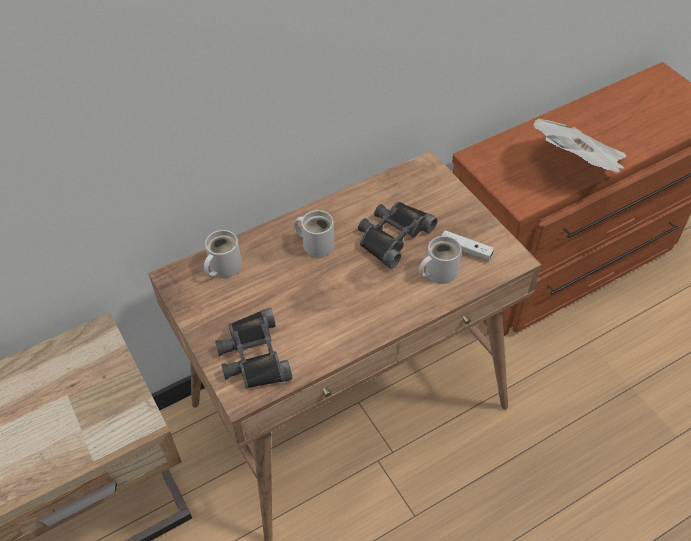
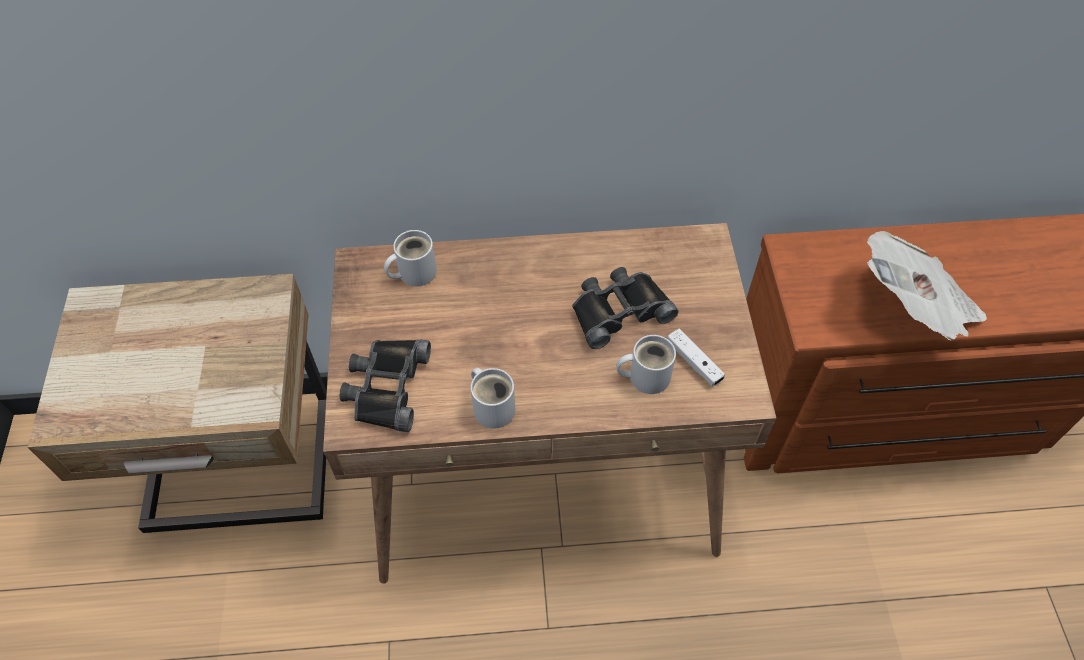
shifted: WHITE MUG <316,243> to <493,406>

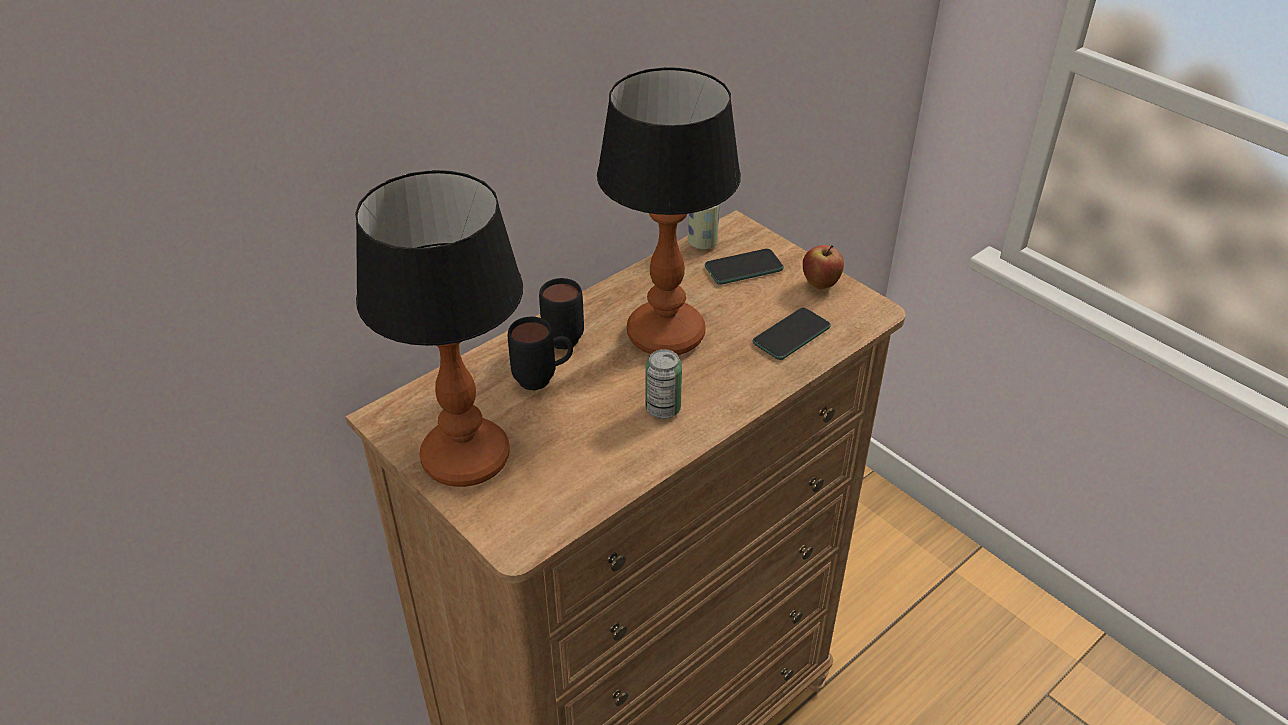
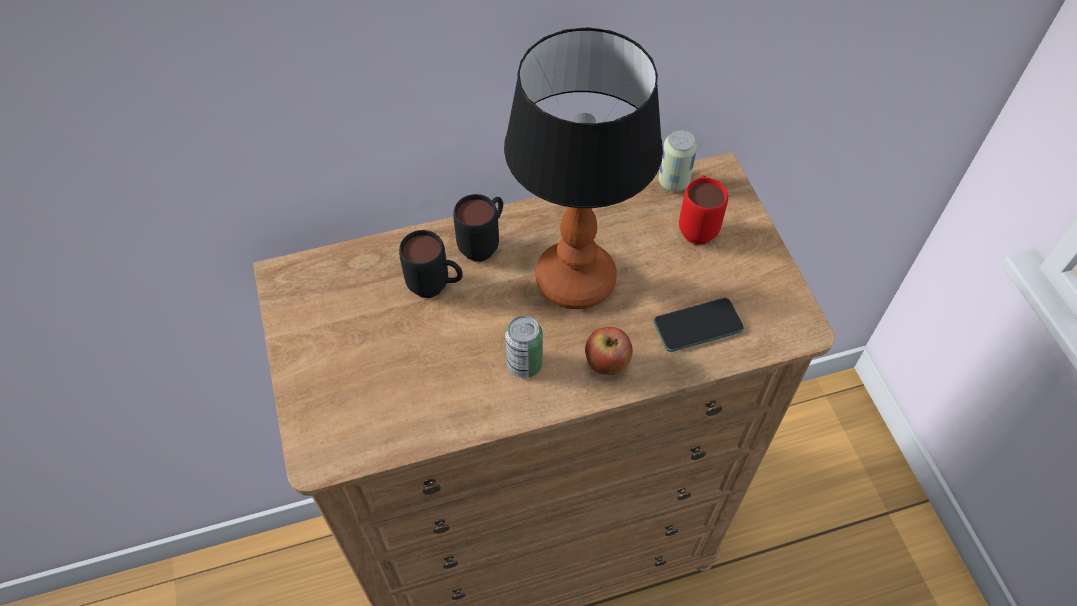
gone: TABLE LAMP <468,459>
shifted: APPLE <820,285> to <607,364>
swapped: PHONE <743,268> to RED MUG <697,226>

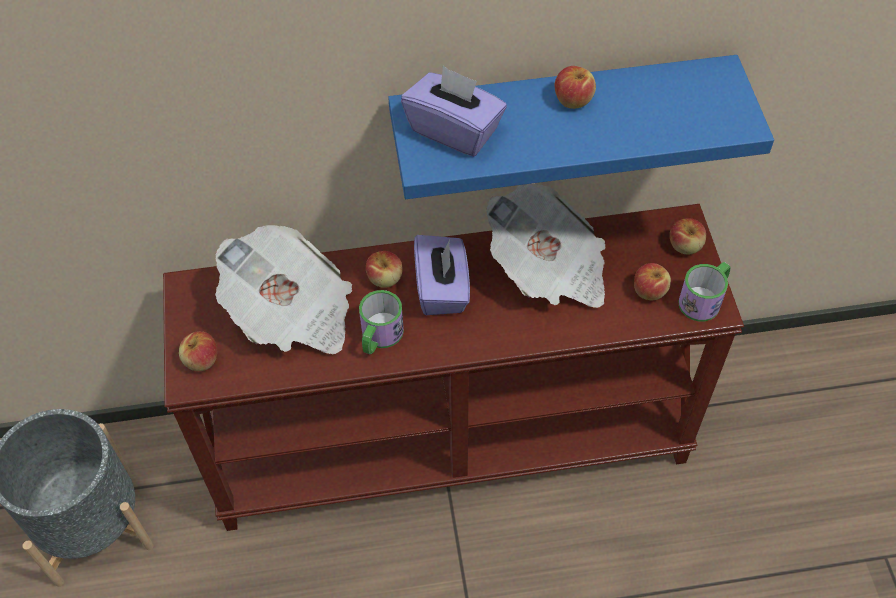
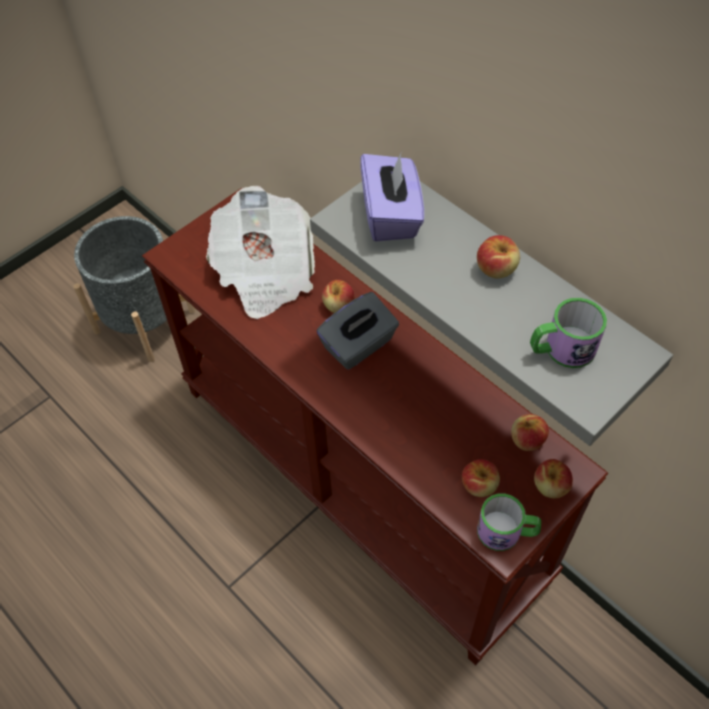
gone: NEWSPAPER <548,270>
shifted: MUG <379,337> to <561,349>; APPLE <201,360> to <527,440>
repainted: BLUE SHELF <561,112> to GREY SHELF <513,283>; PURPLE TISSUE BOX <442,289> to GREY TISSUE BOX <359,345>

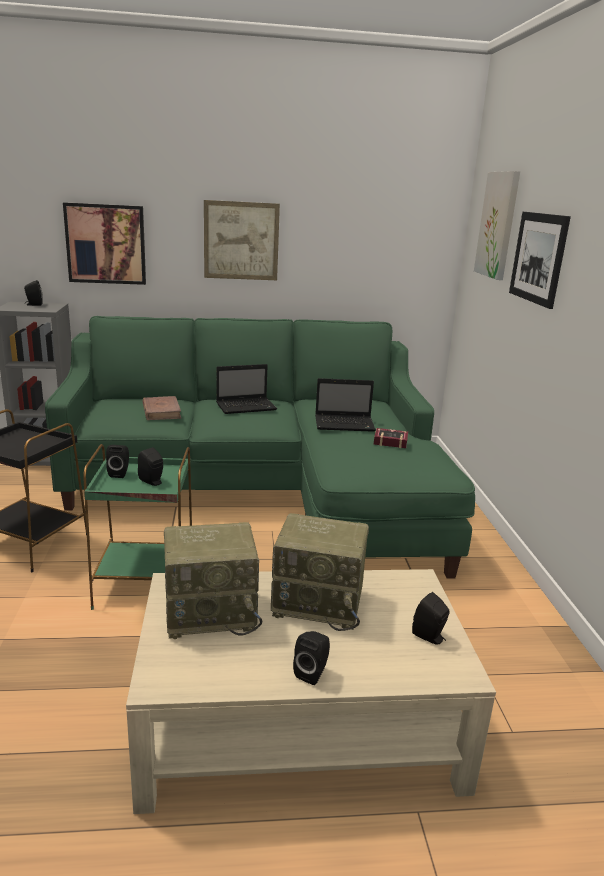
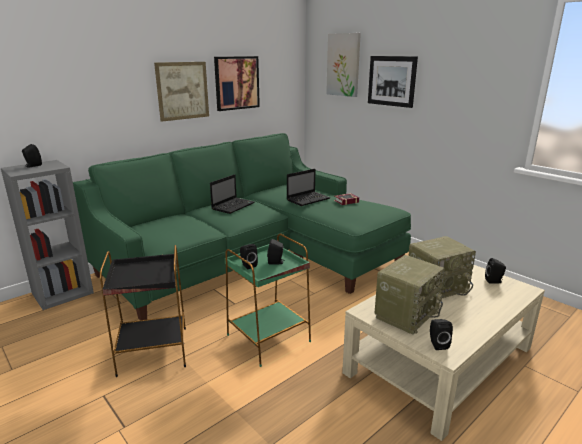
gone: BROWN BOOK <161,411>
shifted: PICTURE <106,244> to <236,83>; BLACK SPEAKER <312,672> to <437,344>

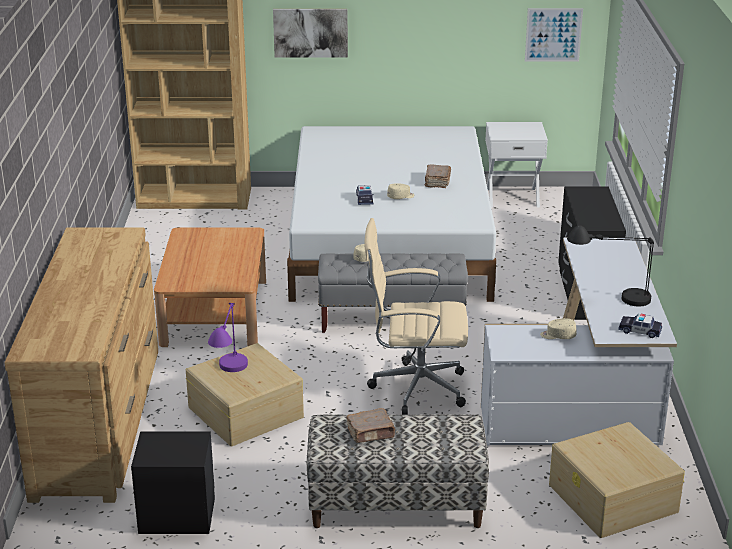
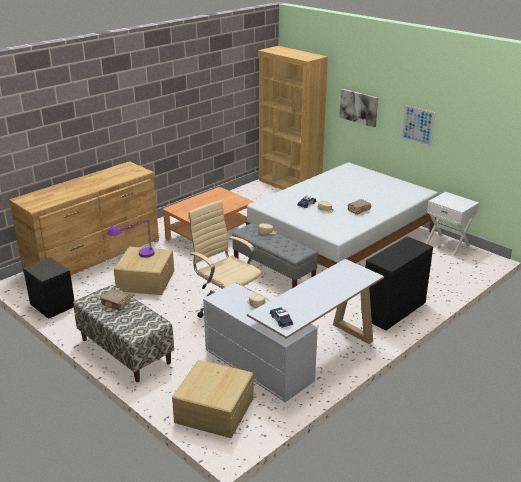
gone: BLACK TABLE LAMP <609,298>
shifted: PICTURE <553,34> to <418,125>

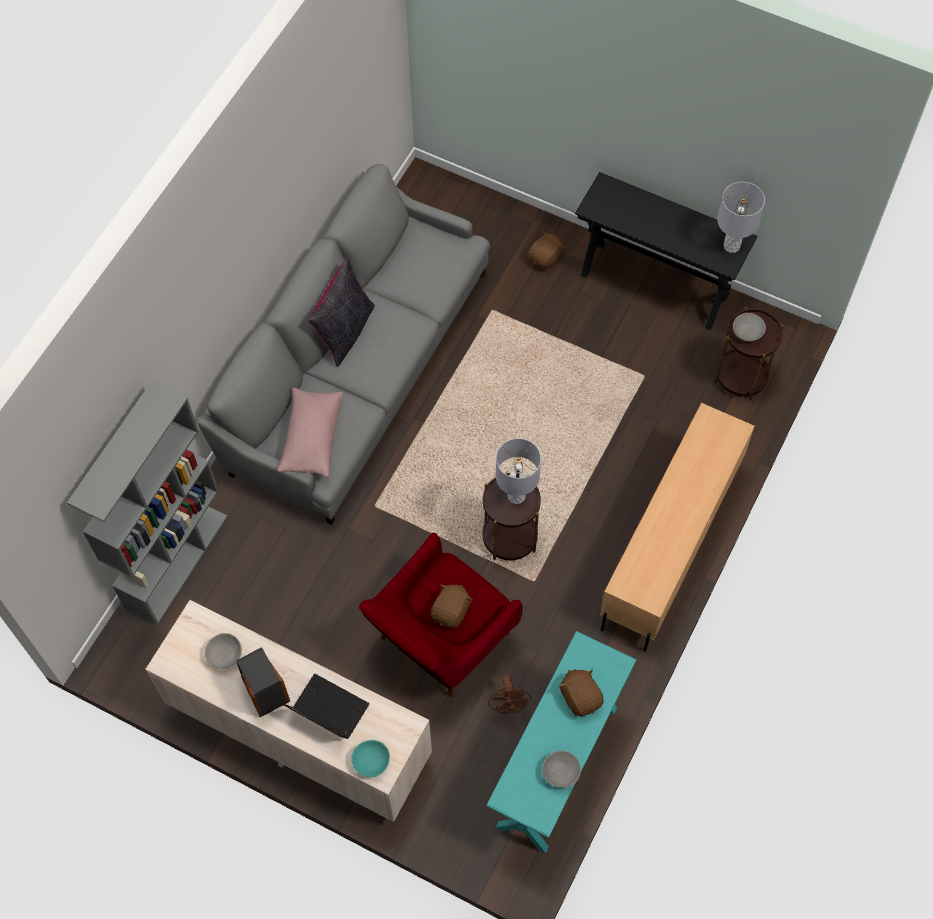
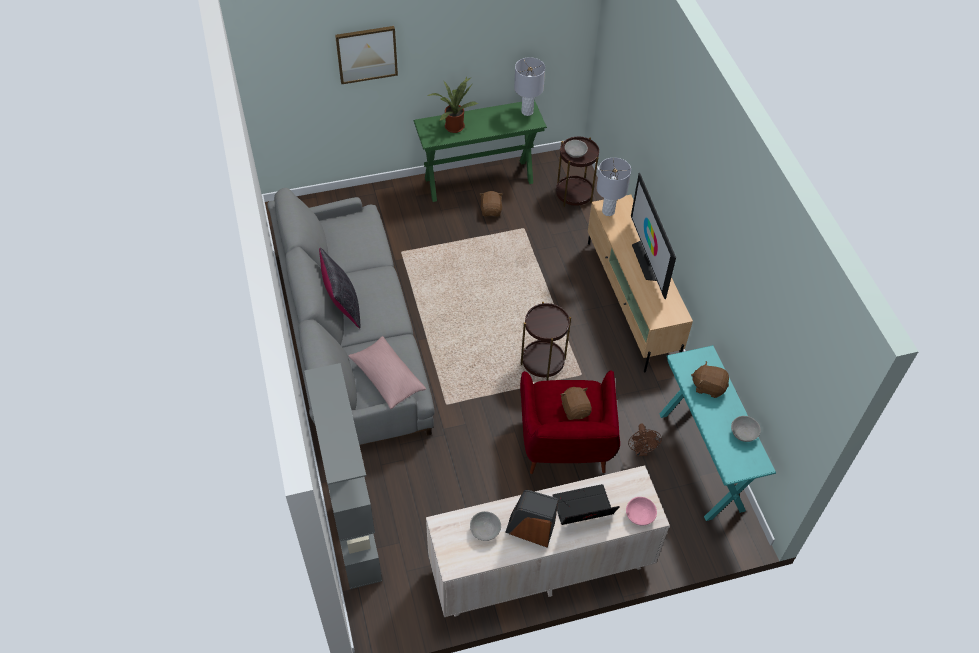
new: PICTURE <366,54>; POTTED PLANT <454,125>; TELEVISION <648,260>
shifted: BROWN PLUSH TOY <546,258> to <491,210>; GREY TABLE LAMP <516,496> to <608,211>
repainted: BLACK CONSOLE TABLE <654,285> to GREEN CONSOLE TABLE <479,180>; TURQUOISE BOWL <371,762> to PINK BOWL <640,515>
rotated: BROWN FAN <508,706> = <641,451> 45 degrees clockwise

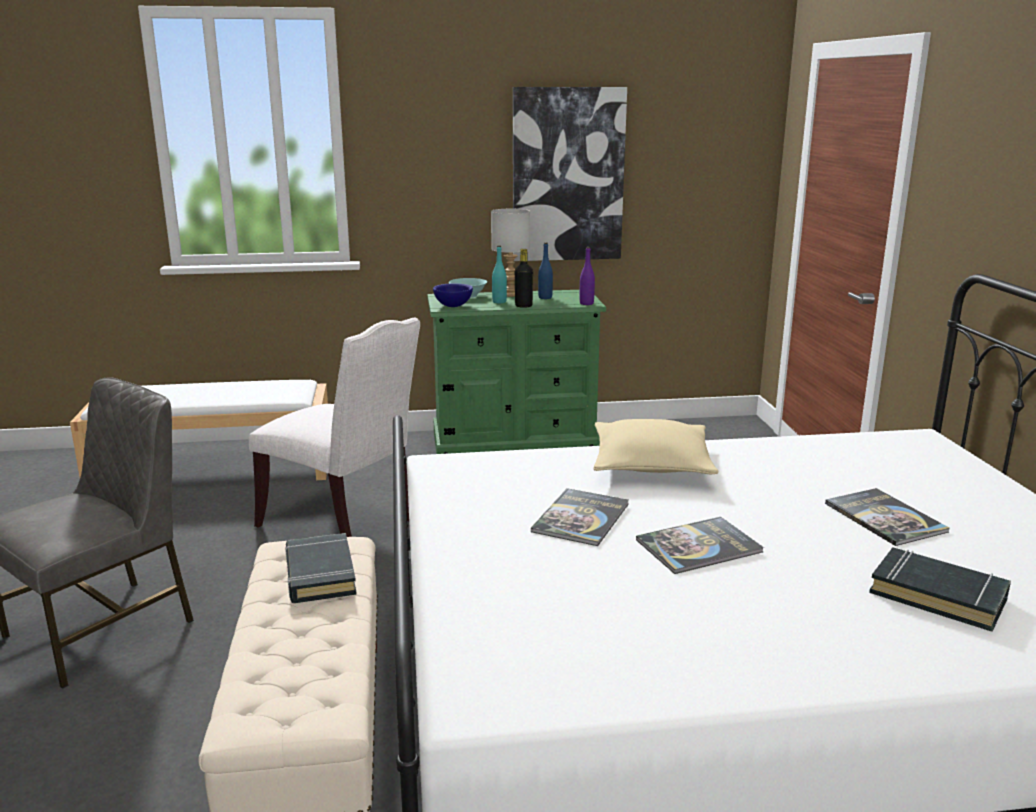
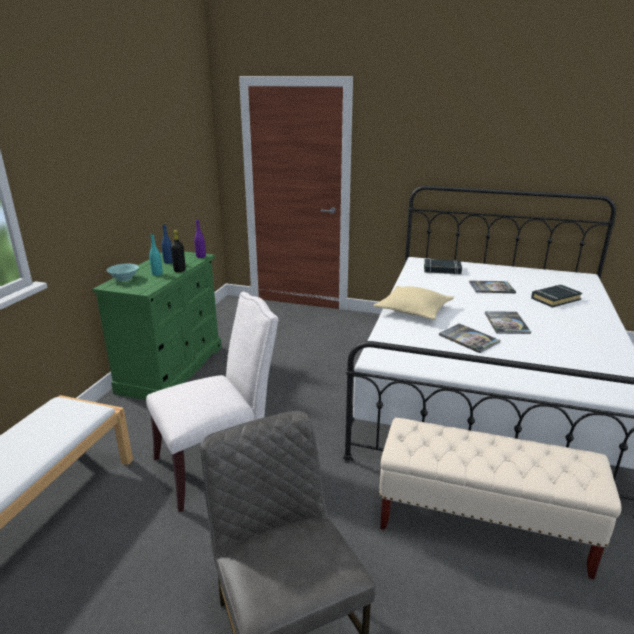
gone: PICTURE <567,175>; GREY TABLE LAMP <511,294>; BLUE BOWL <453,306>
shifted: BLACK BOOK <320,574> to <442,270>

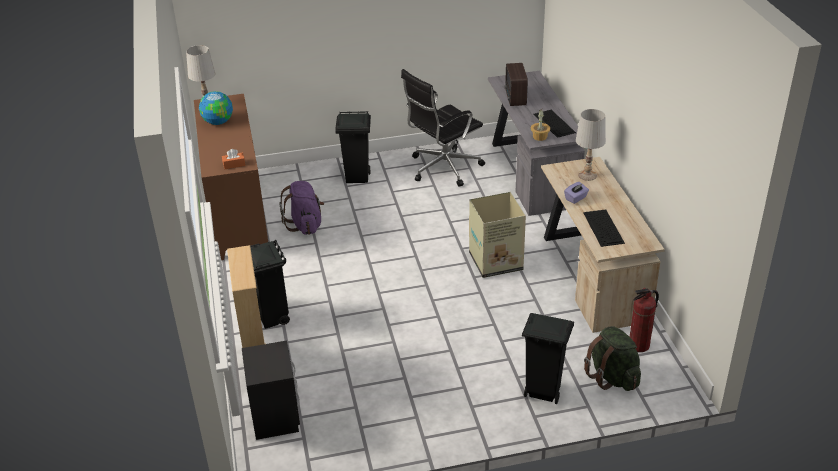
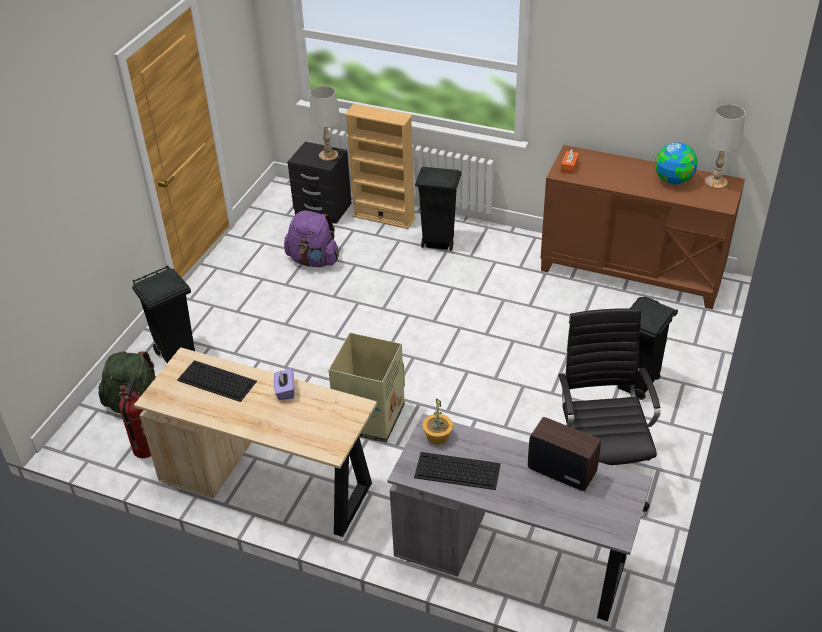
shifted: WHITE TABLE LAMP <587,175> to <328,155>; PURPLE BACKPACK <305,225> to <313,260>

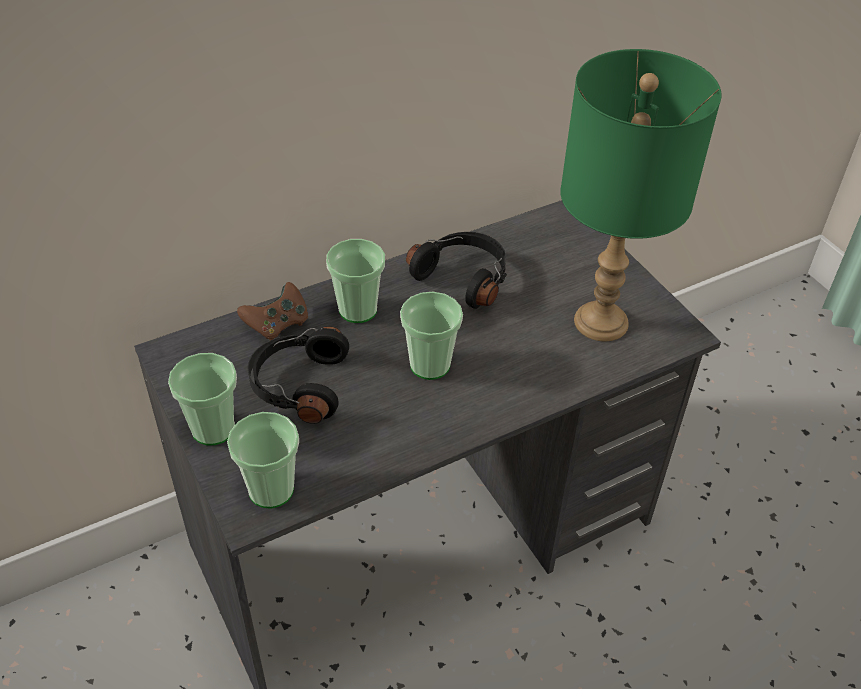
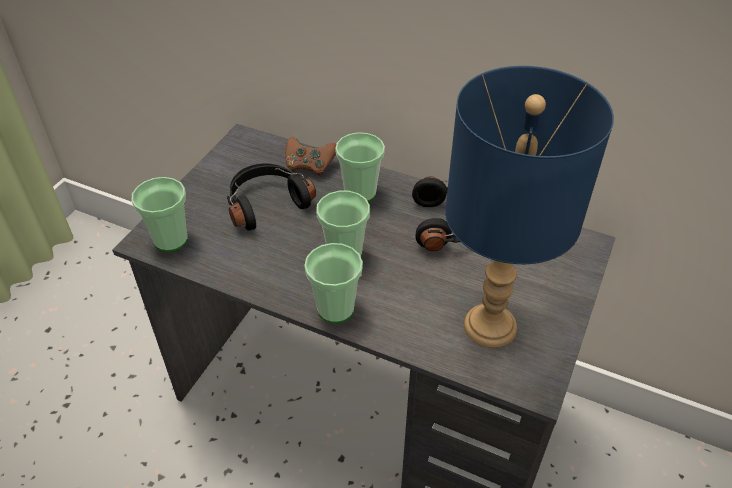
shifted: CUP <213,429> to <335,308>
repainted: GREEN TABLE LAMP <601,321> to BLUE TABLE LAMP <491,326>

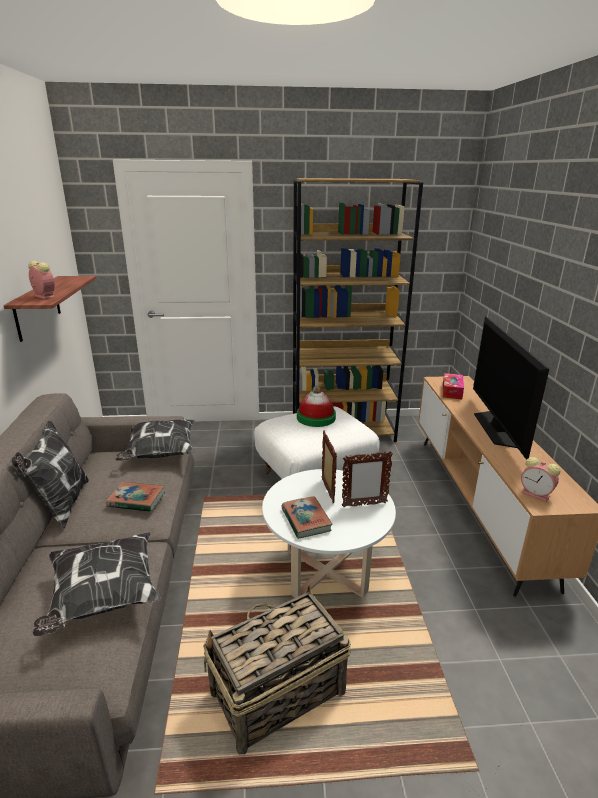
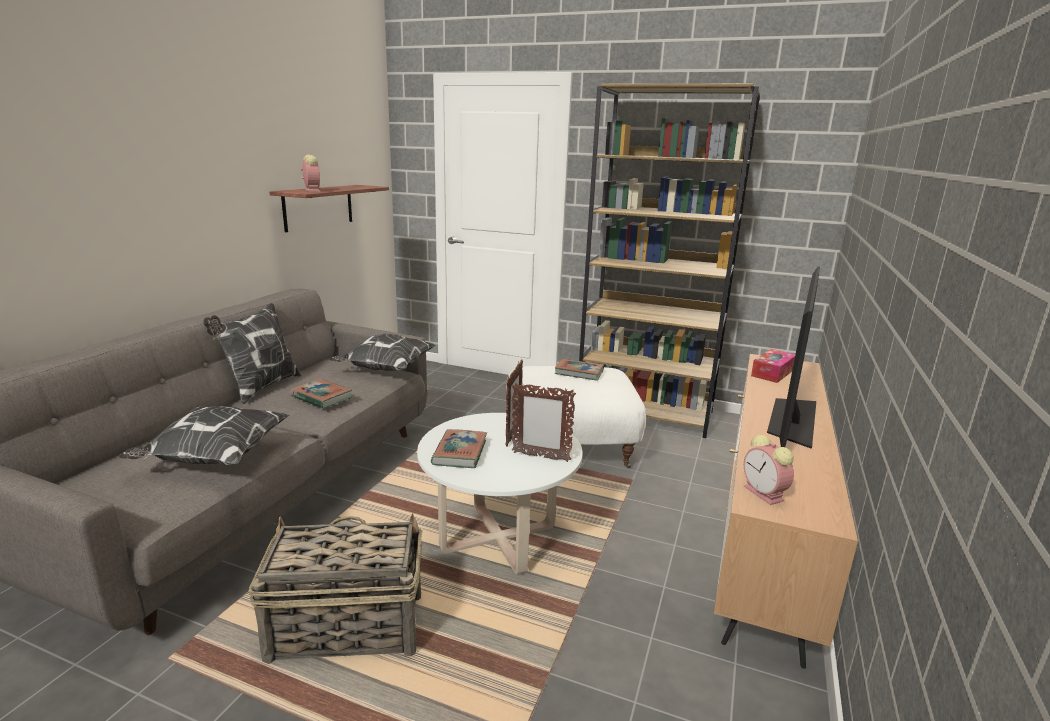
swapped: HAT <316,417> to BOOK <579,372>

